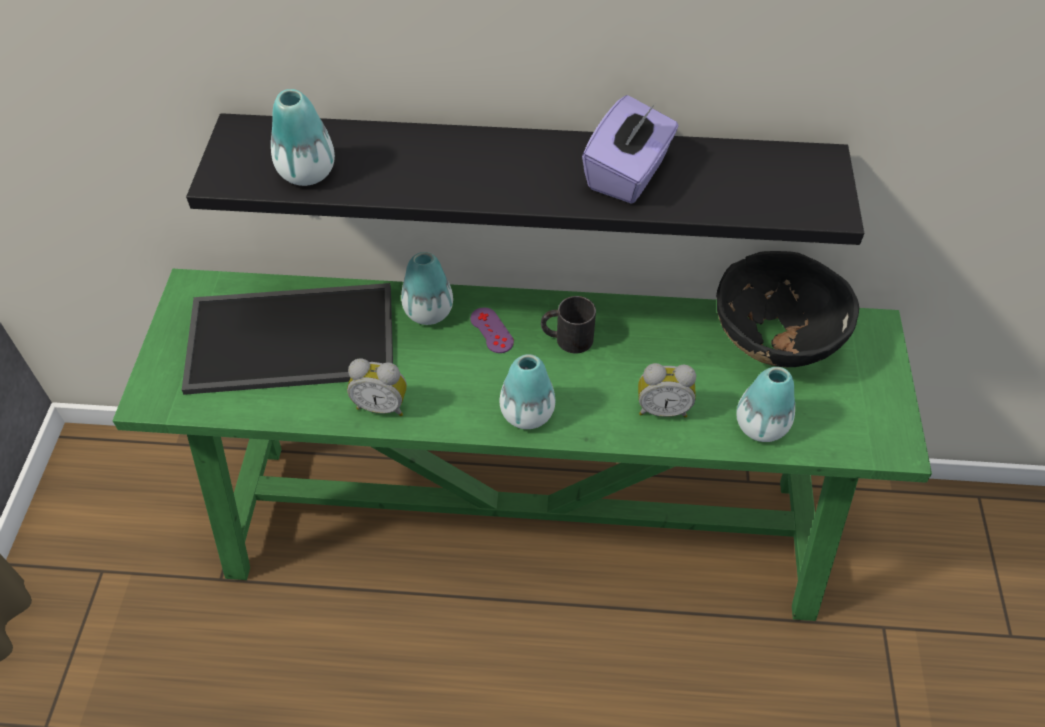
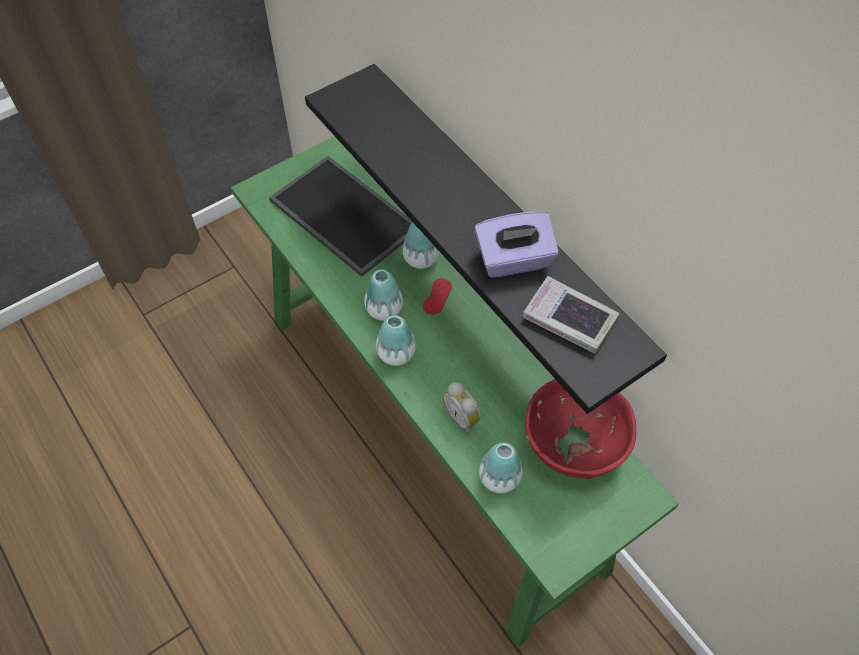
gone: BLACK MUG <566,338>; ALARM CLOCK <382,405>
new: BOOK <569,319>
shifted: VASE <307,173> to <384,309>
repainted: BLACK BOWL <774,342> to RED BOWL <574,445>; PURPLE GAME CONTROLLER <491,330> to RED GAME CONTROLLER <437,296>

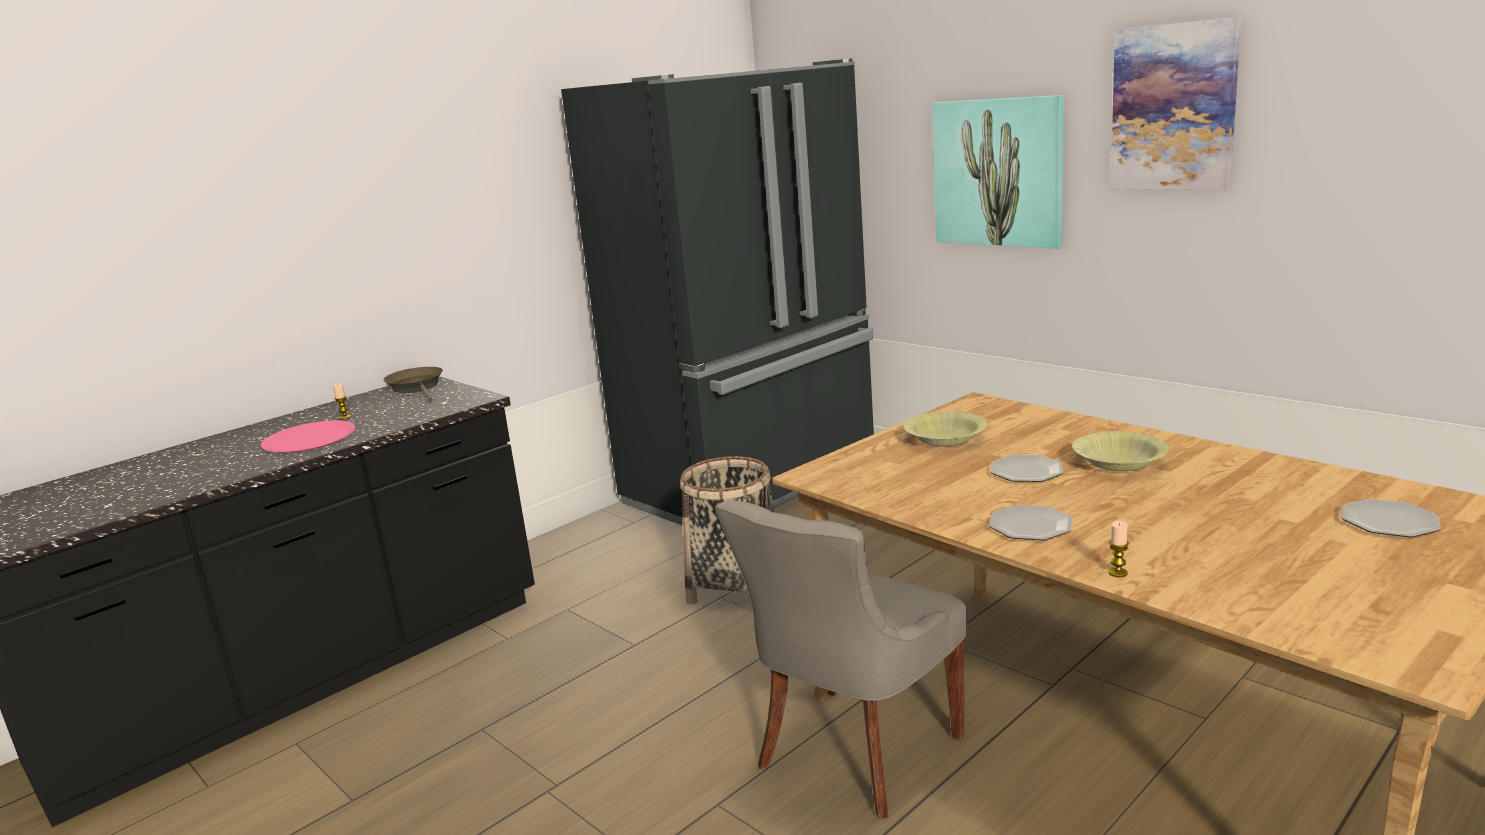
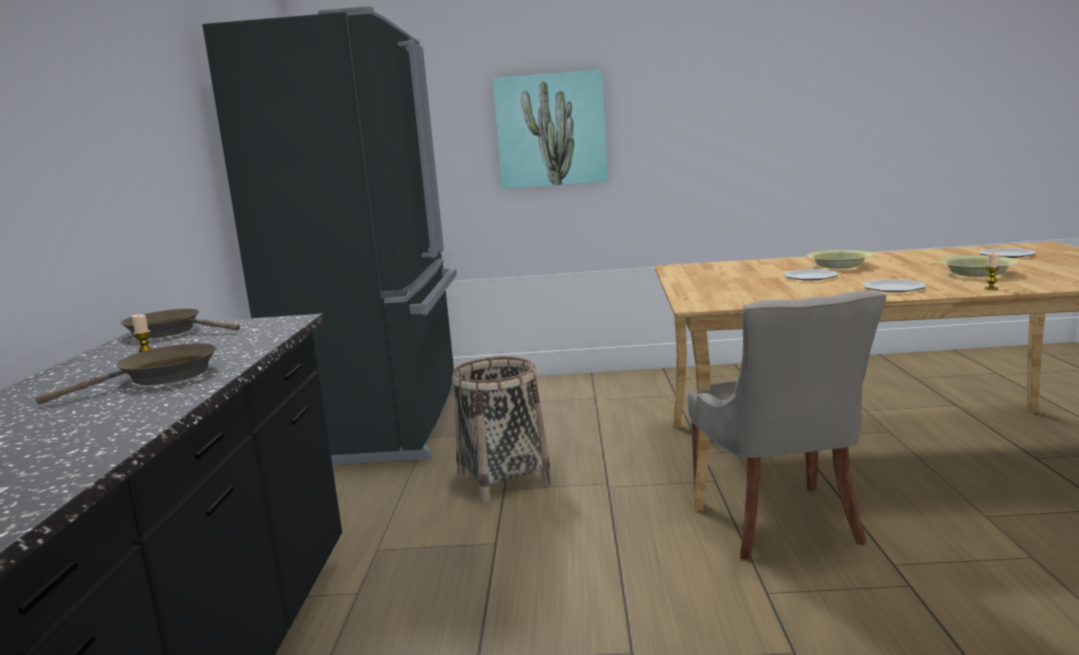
gone: PICTURE <1174,107>
shifted: YELLOW BOWL <945,439> to <977,274>
swapped: PINK PLATE <309,439> to BROWN FRYING PAN <161,377>

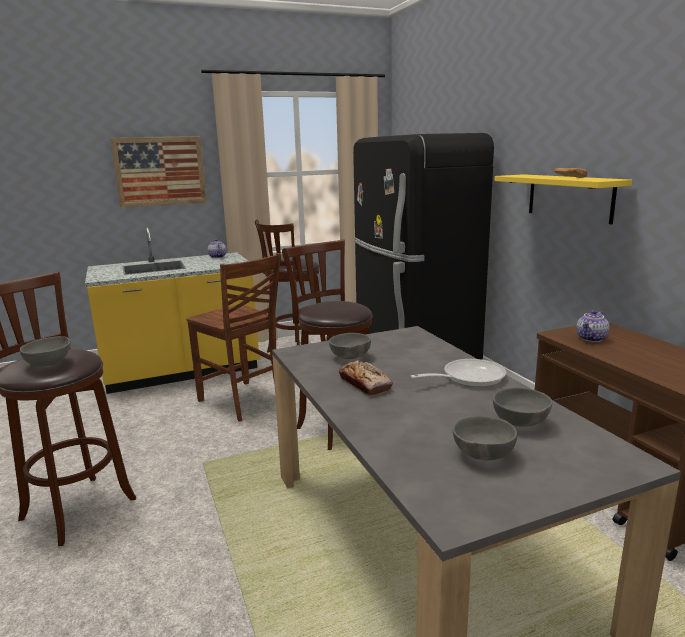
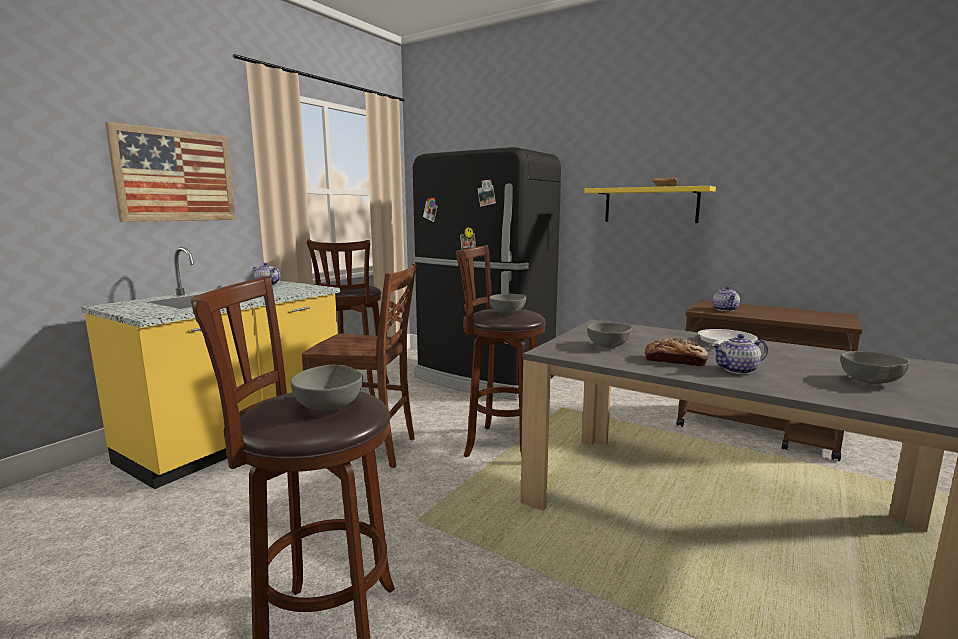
new: TEAPOT <737,370>
shifted: GREY BOWL <521,423> to <508,313>

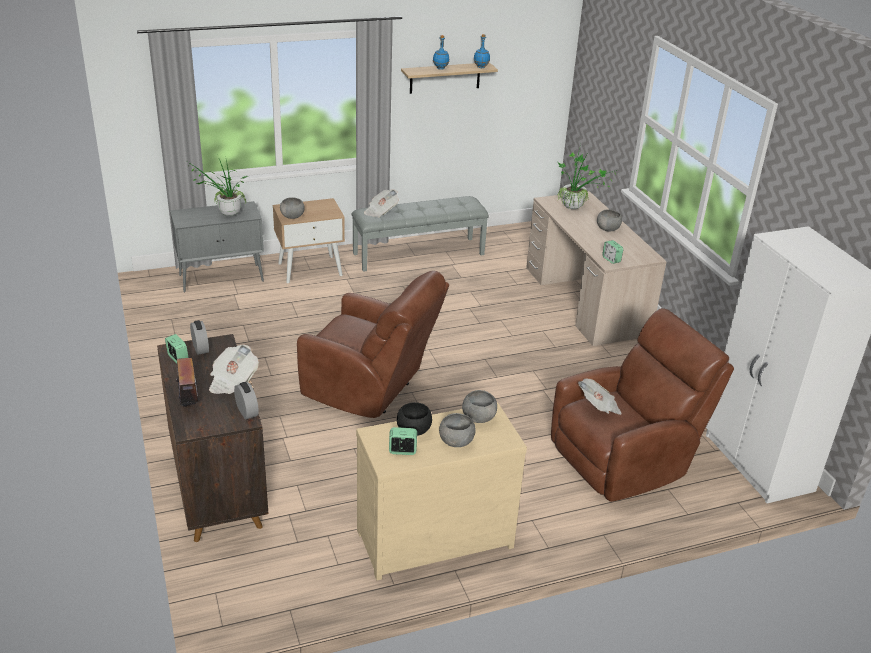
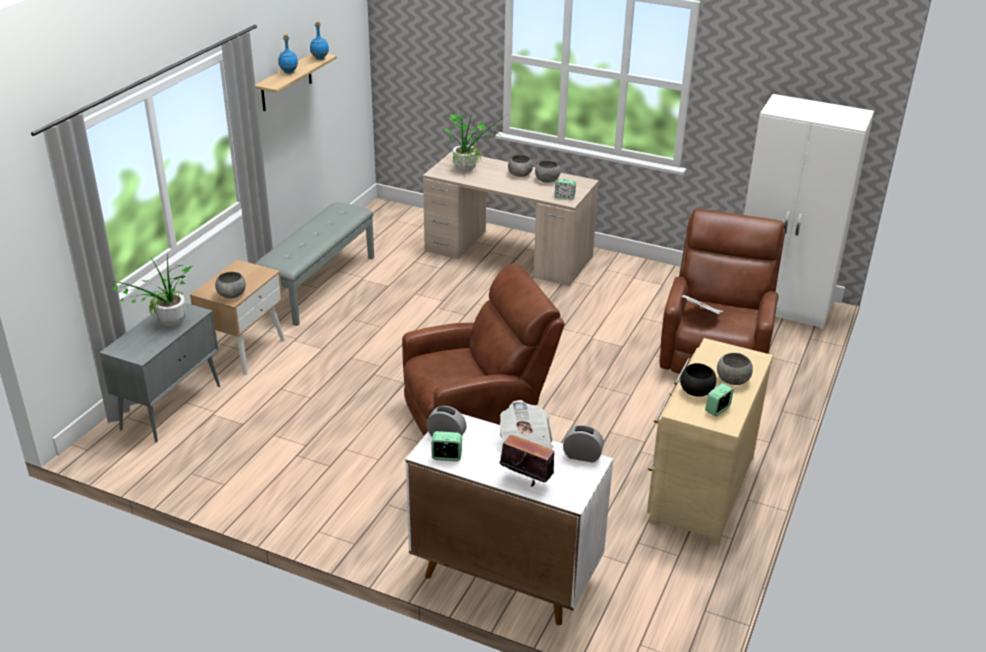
gone: NEWSPAPER <381,212>
shifted: GREY BOWL <478,417> to <547,180>
repainted: BROWN CABINET <218,489> to WHITE CABINET <504,575>

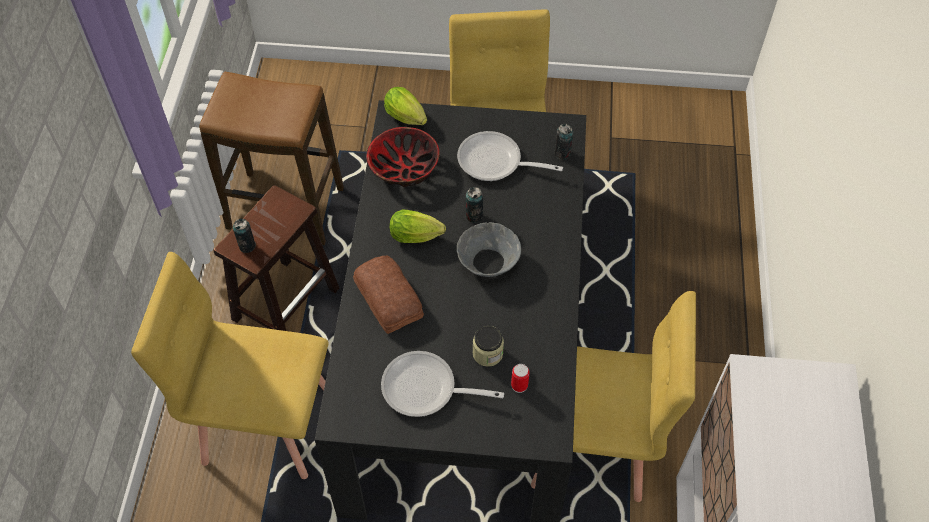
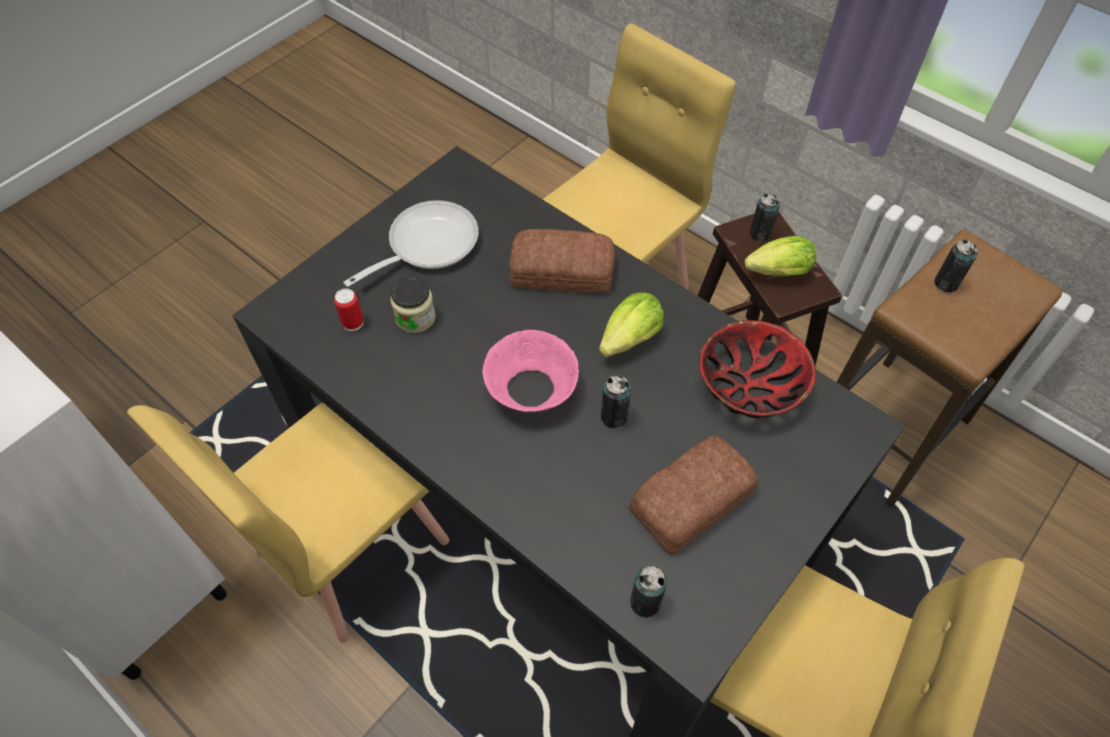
new: CAN <946,283>
shifted: LETTUCE <408,118> to <775,273>
swapped: FRYING PAN <495,162> to BREAD <689,499>
repainted: GREY BOWL <488,262> to PINK BOWL <531,390>

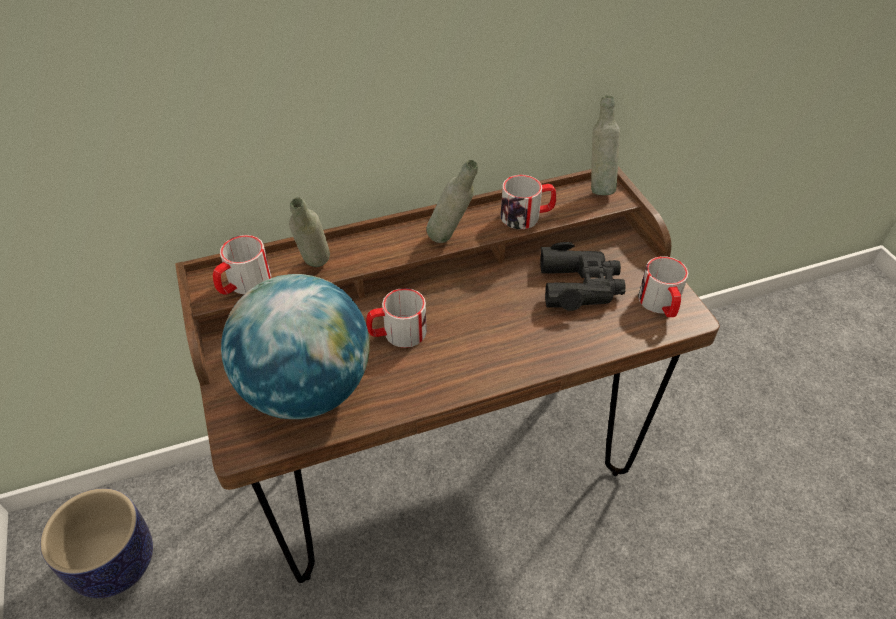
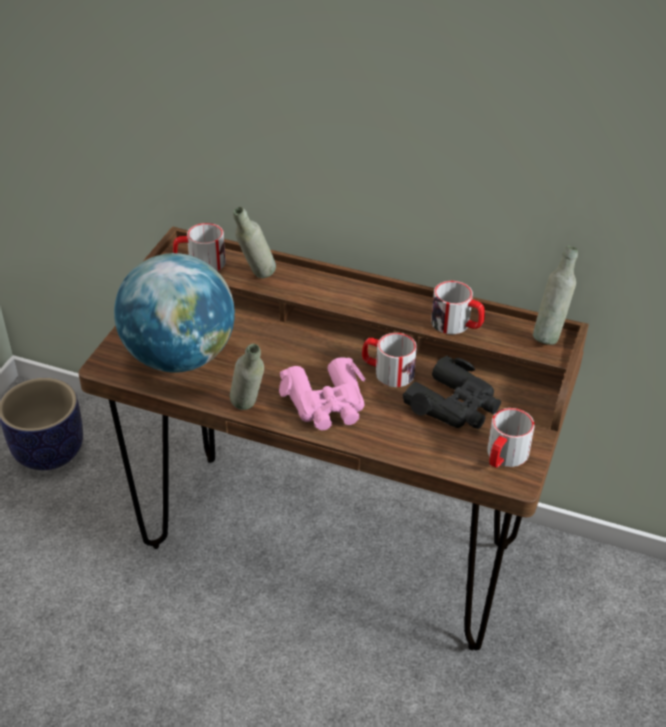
new: PINK BINOCULARS <326,403>
shifted: GREY BOTTLE <451,240> to <249,411>; MUG <397,333> to <387,371>

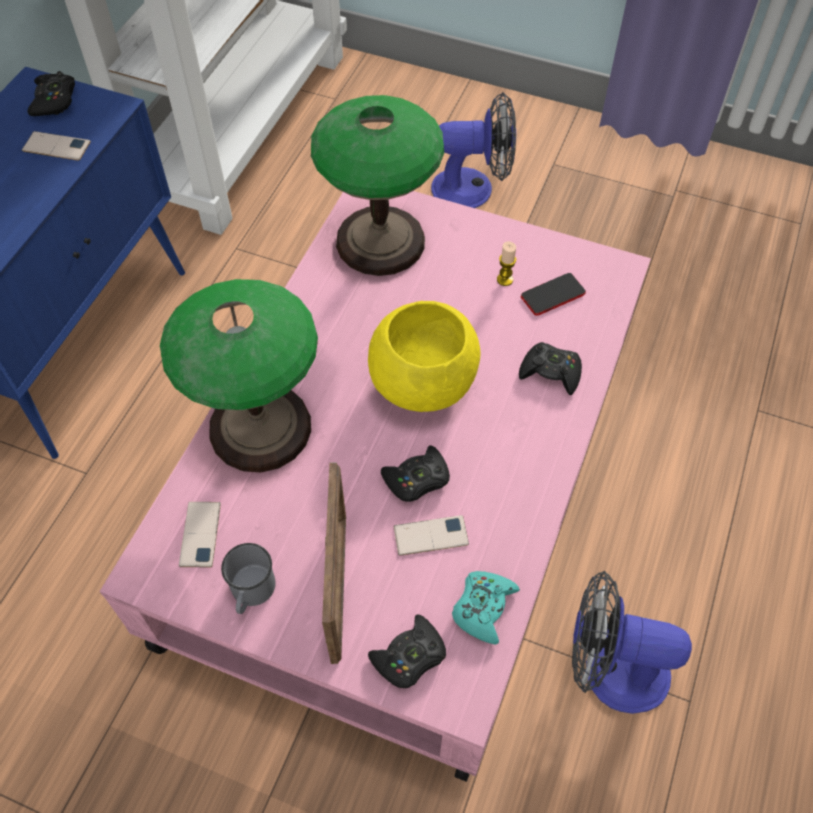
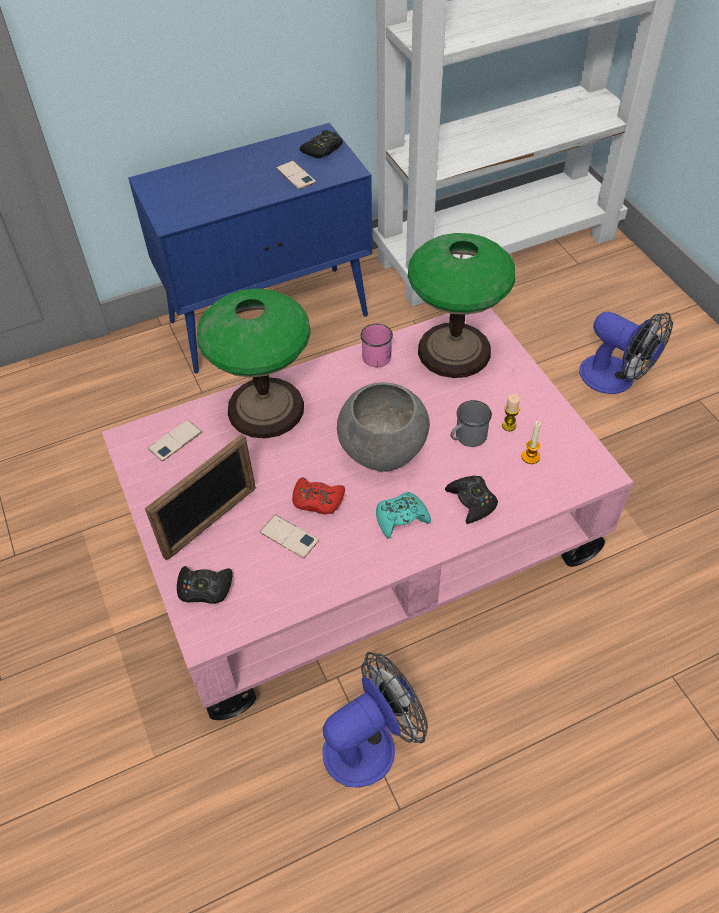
new: PINK MUG <377,353>
shifted: GREY MUG <251,592> to <467,438>; TURQUOISE GAME CONTROLLER <483,608> to <401,518>
swapped: PHONE <552,295> to CANDLE <530,457>
repainted: YELLOW BOWL <423,384> to GREY BOWL <383,451>; BLACK GAME CONTROLLER <417,479> to RED GAME CONTROLLER <317,500>
rotated: FAN <610,669> = <370,743> 90 degrees clockwise

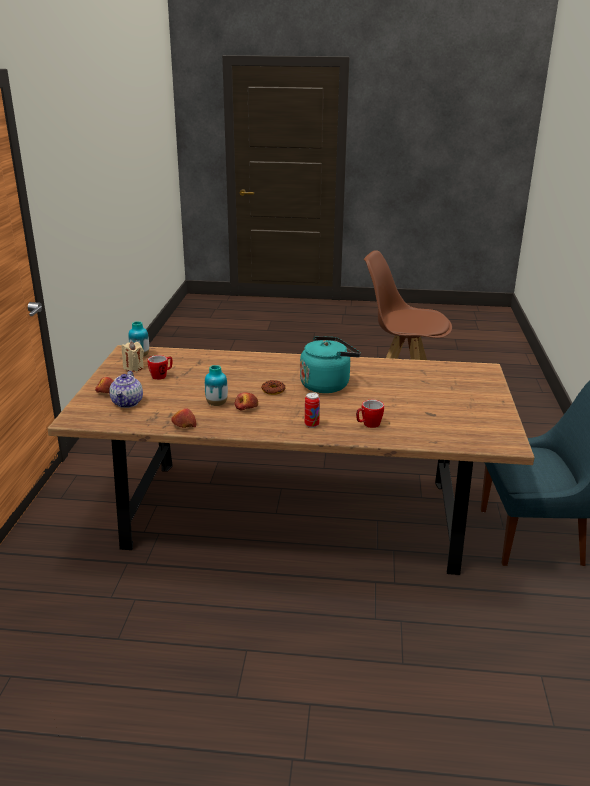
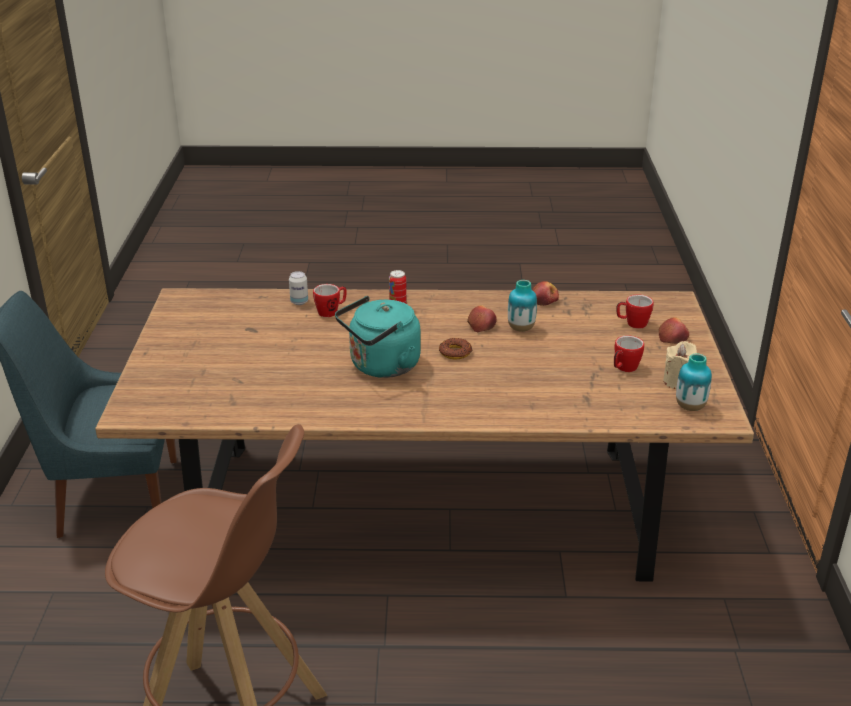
new: CAN <299,302>
swapped: TEAPOT <127,403> to MUG <632,324>

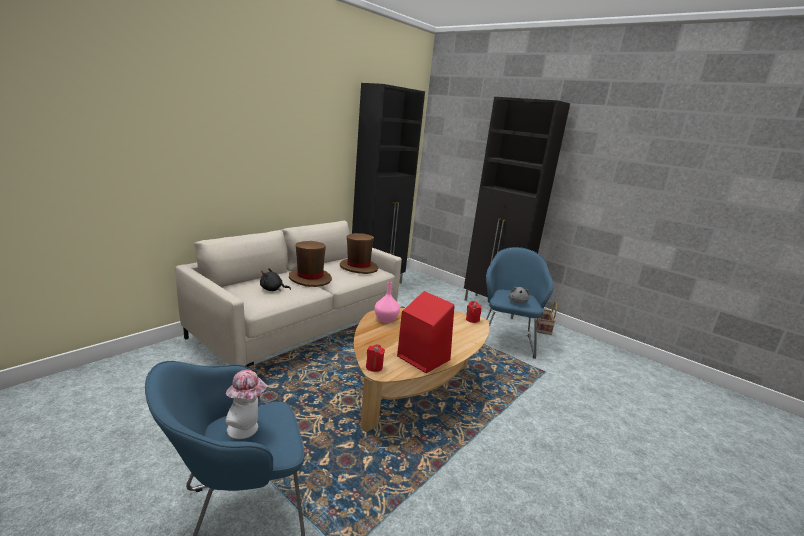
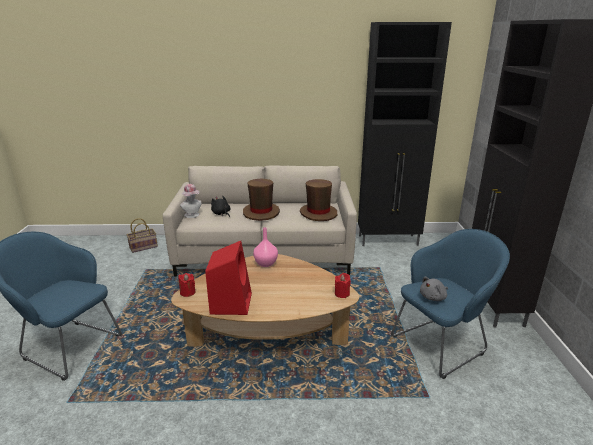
shifted: BASKET <542,328> to <144,246>; HAT <247,429> to <192,215>

